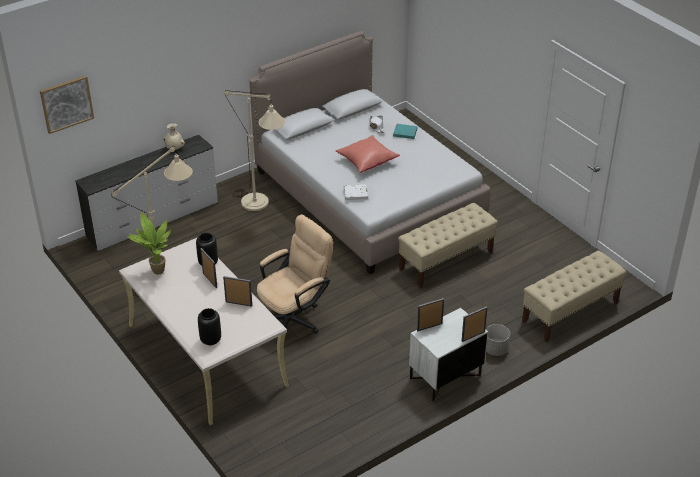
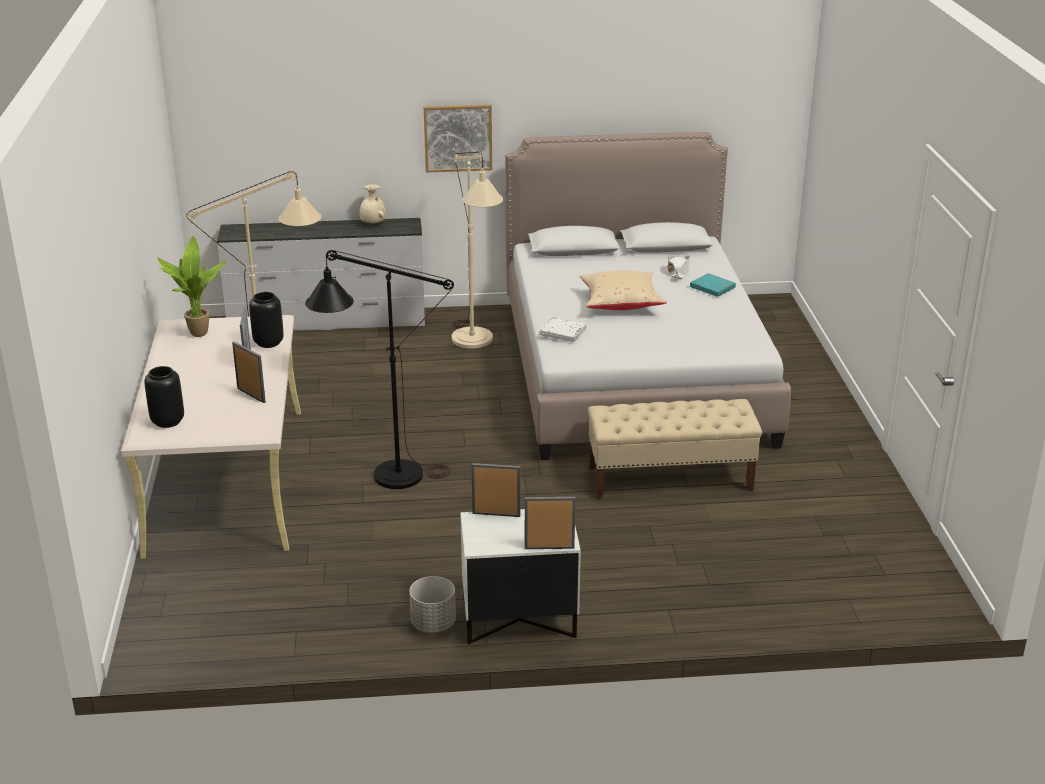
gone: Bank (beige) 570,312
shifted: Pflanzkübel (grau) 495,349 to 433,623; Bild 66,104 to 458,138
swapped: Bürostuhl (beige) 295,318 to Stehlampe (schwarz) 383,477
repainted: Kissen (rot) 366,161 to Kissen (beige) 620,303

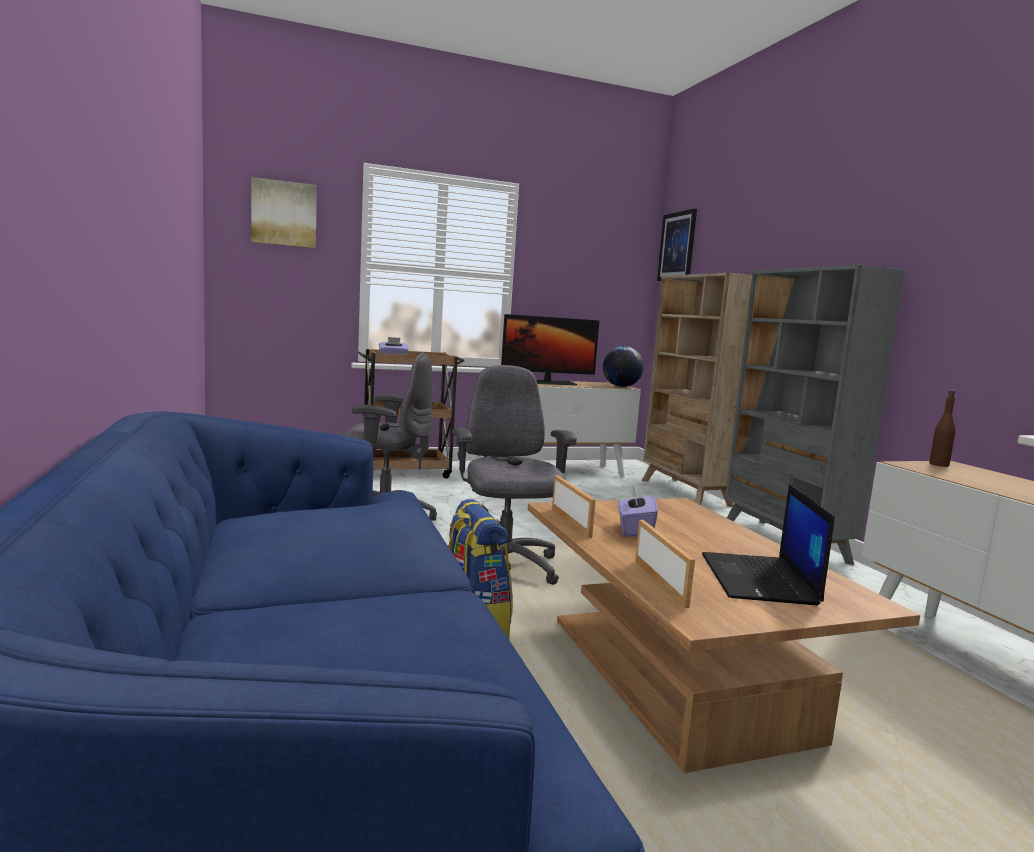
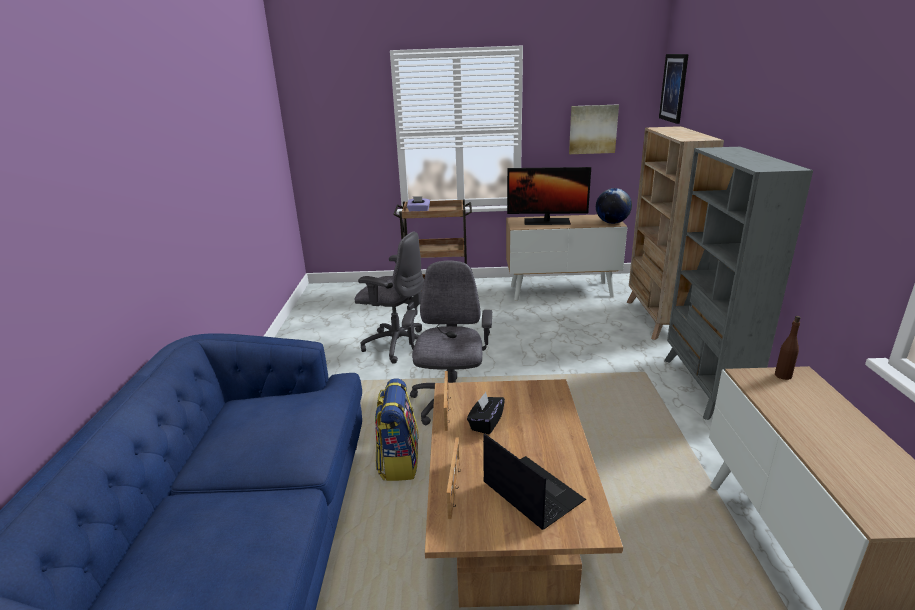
shifted: Bild 284,213 to 592,129
repainted: Taschentuchbox (lila) 634,531 to Taschentuchbox (schwarz) 486,423
rotated: Laptop 760,580 = 531,492 120 degrees clockwise

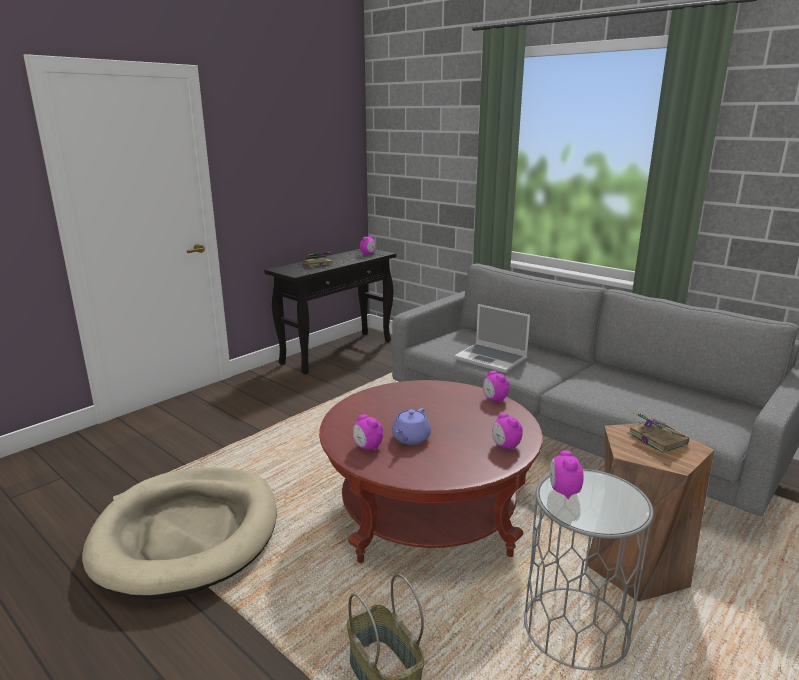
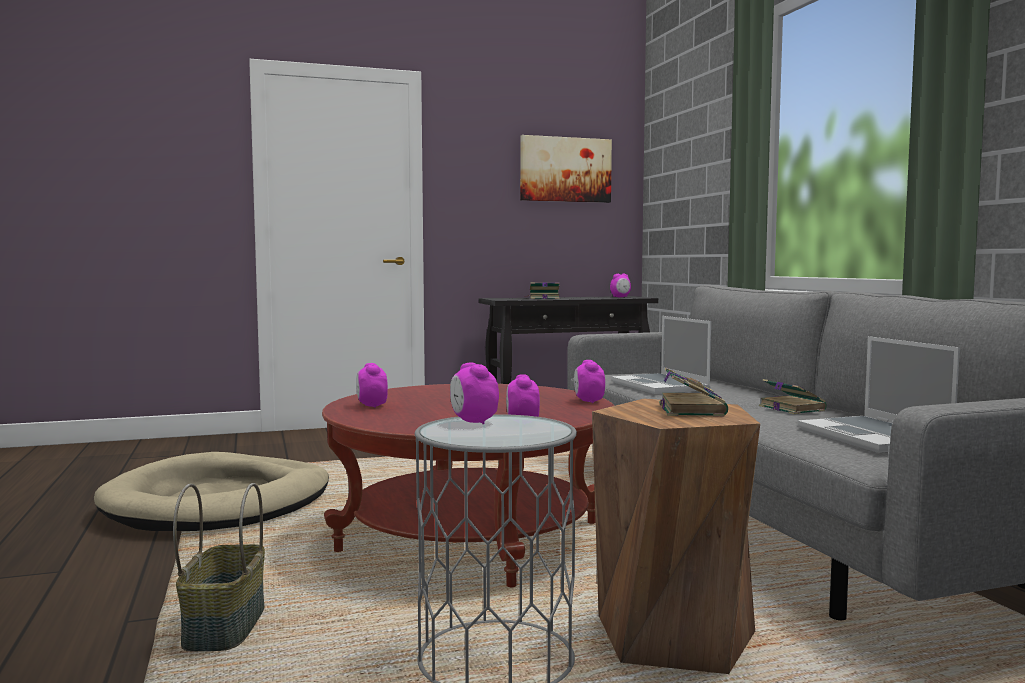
gone: Teekanne (lila) 410,438
new: Bild 565,169; Buch 790,408; Laptop 875,437
rotated: Wecker 563,491 = 473,422 60 degrees counterclockwise

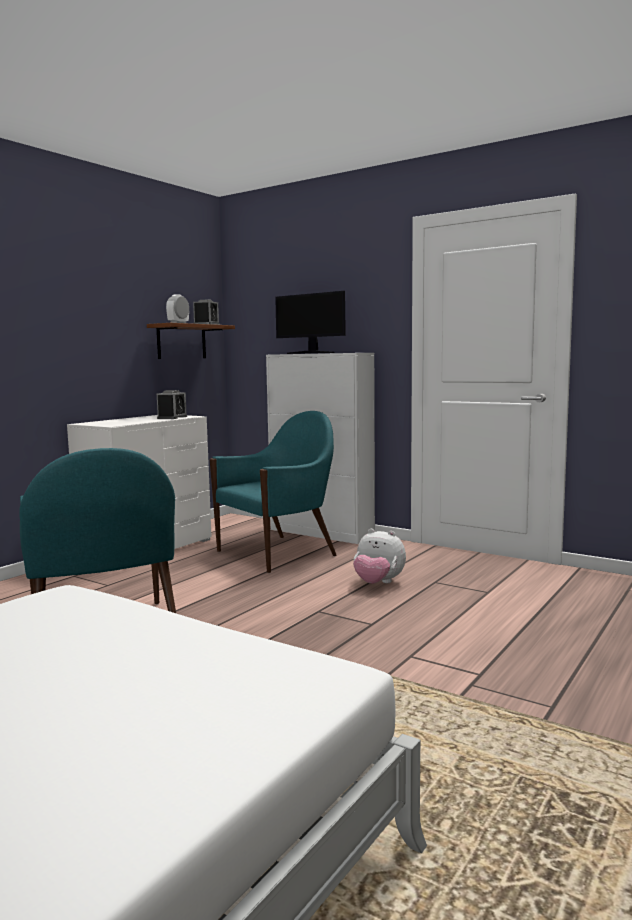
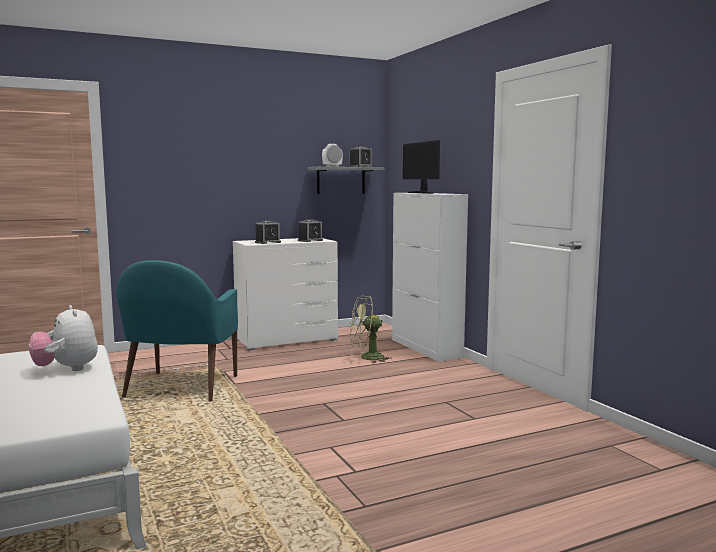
new: Wecker 268,242
shifted: Plüschtier 378,583 to 66,369
swapped: Sessel (türkis) 278,553 to Ventilator (grün) 367,358
repainted: Wandregal (braun) 181,342 to Wandregal (grau) 341,180

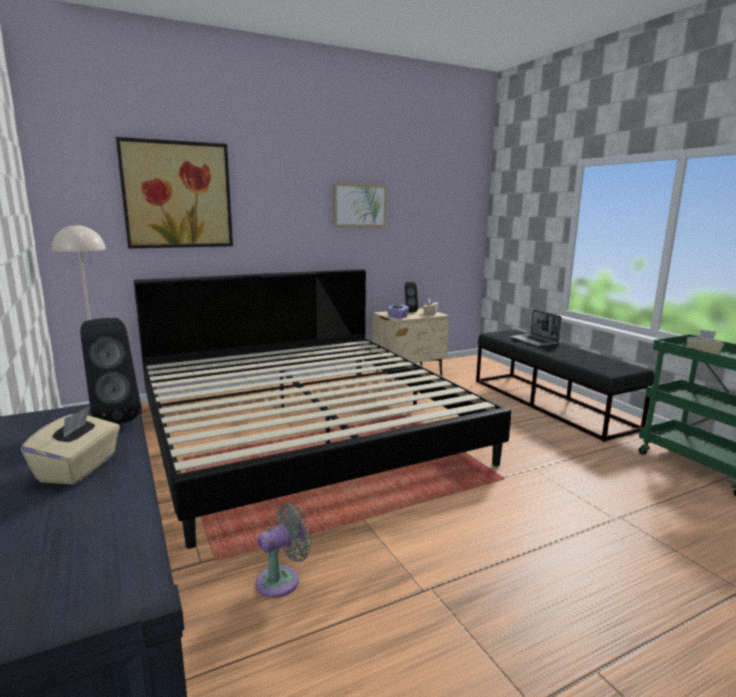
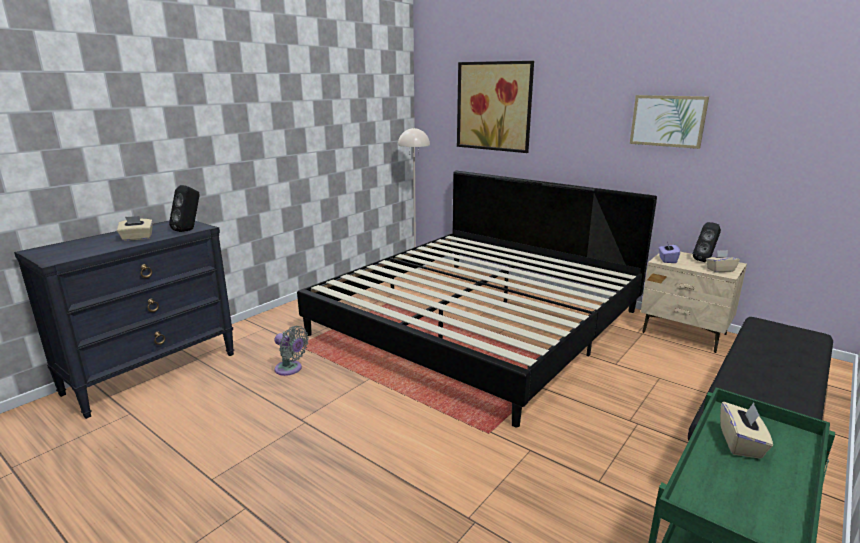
gone: Laptop 534,341

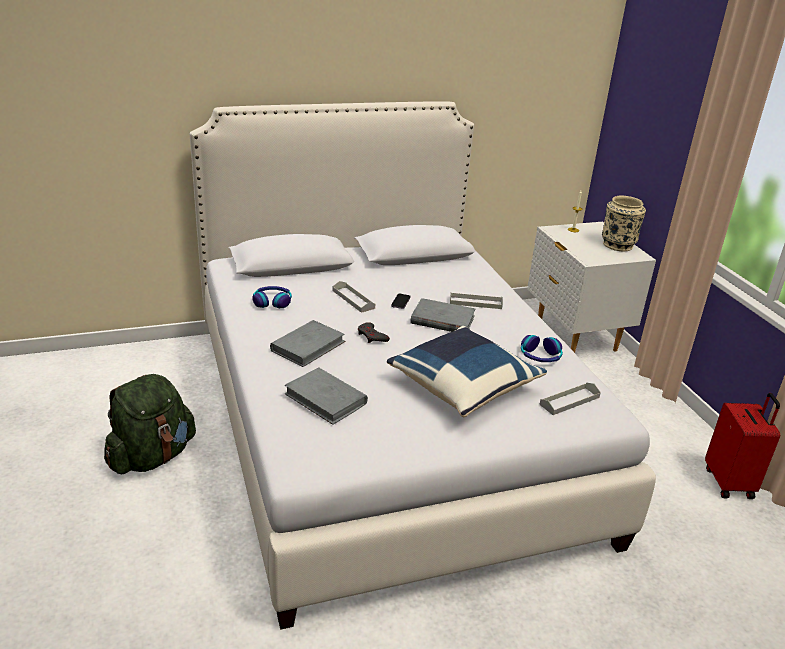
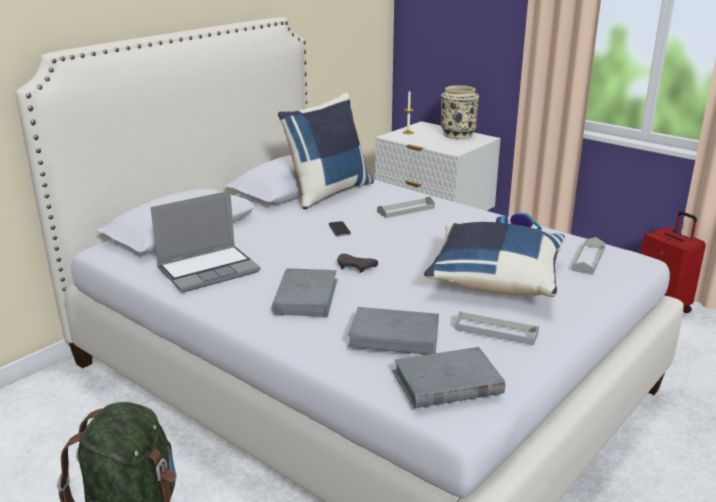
new: Kissen (blau) 328,192
shifted: Buch (grau) 442,320 to 447,383; Tablett (grau) 353,299 to 496,331
swapped: Kopfhörer 272,302 to Laptop 209,269

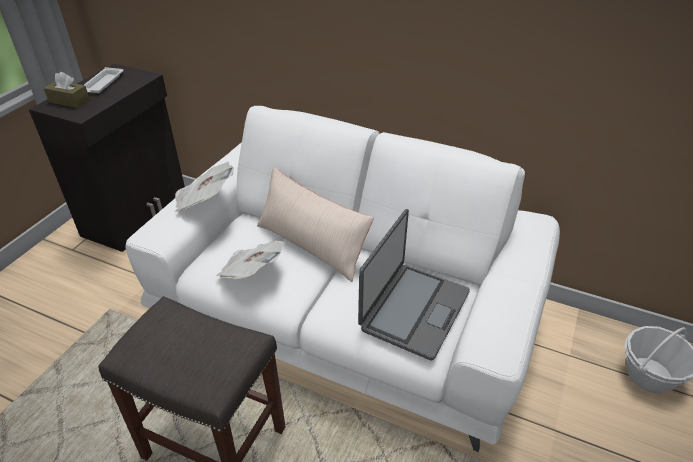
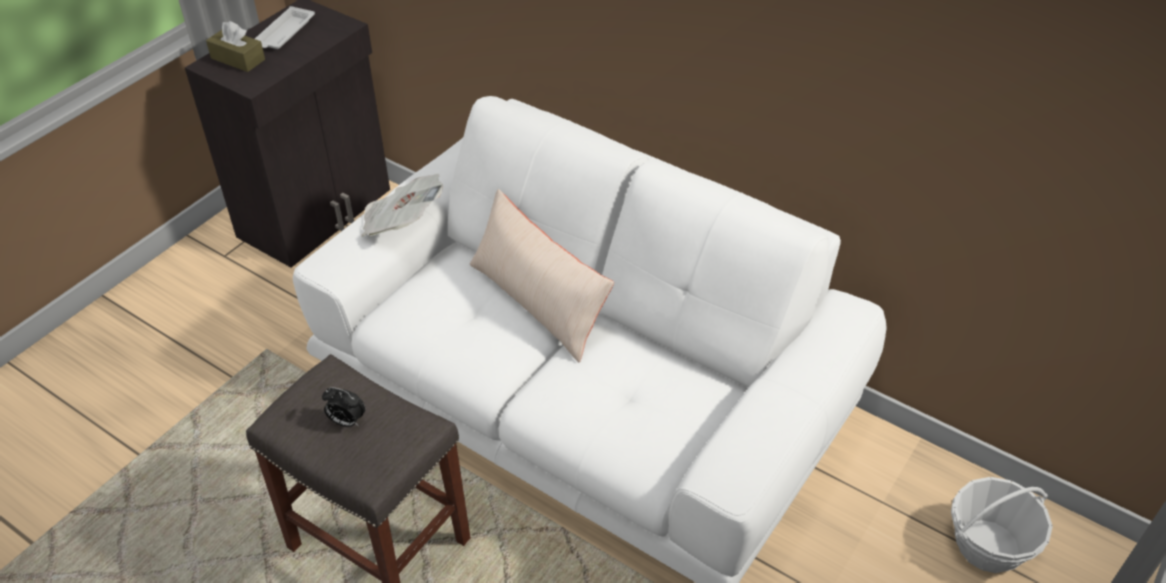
gone: Zeitung 252,272; Laptop 413,310
new: Wecker 346,421

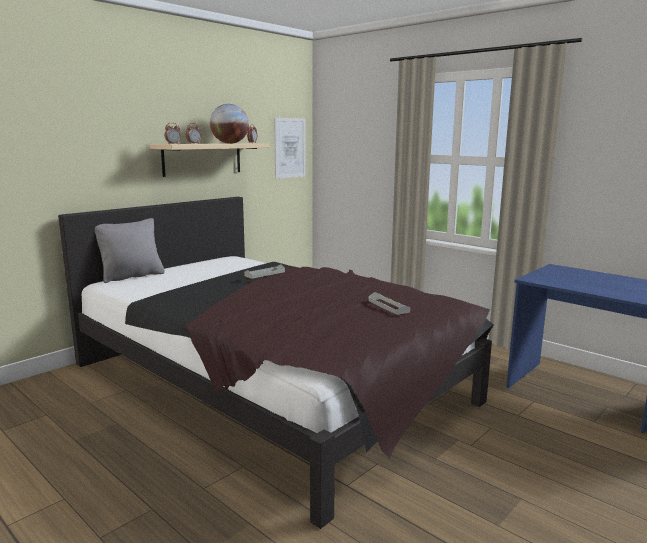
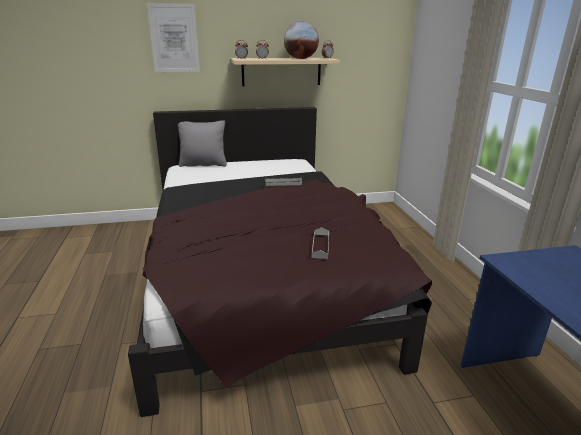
shifted: Bild 290,148 to 174,38

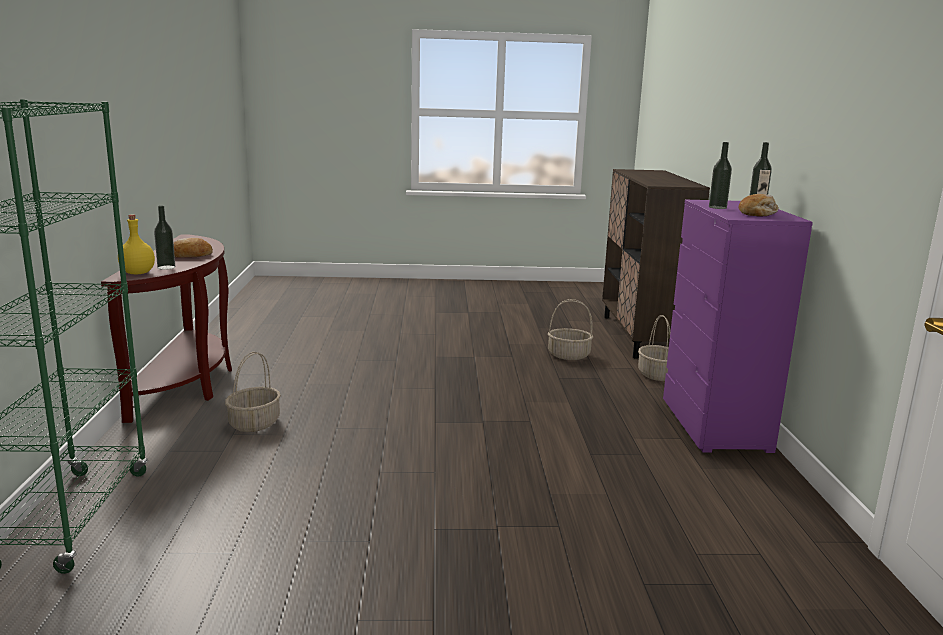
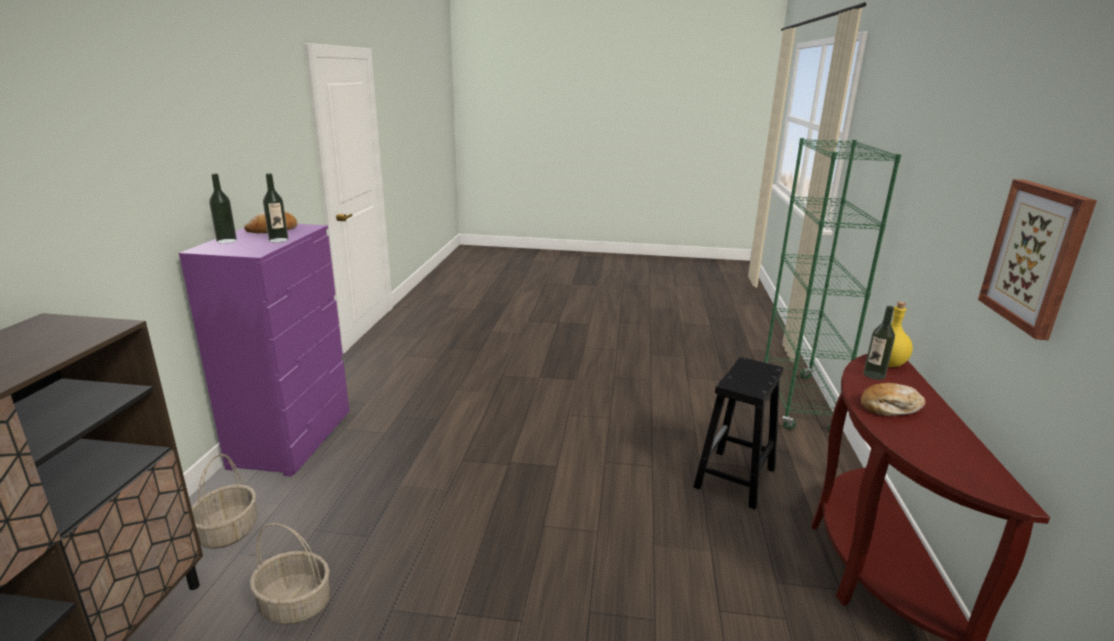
new: Bild 1036,256
swapped: Korb 254,423 to Hocker (schwarz) 735,479

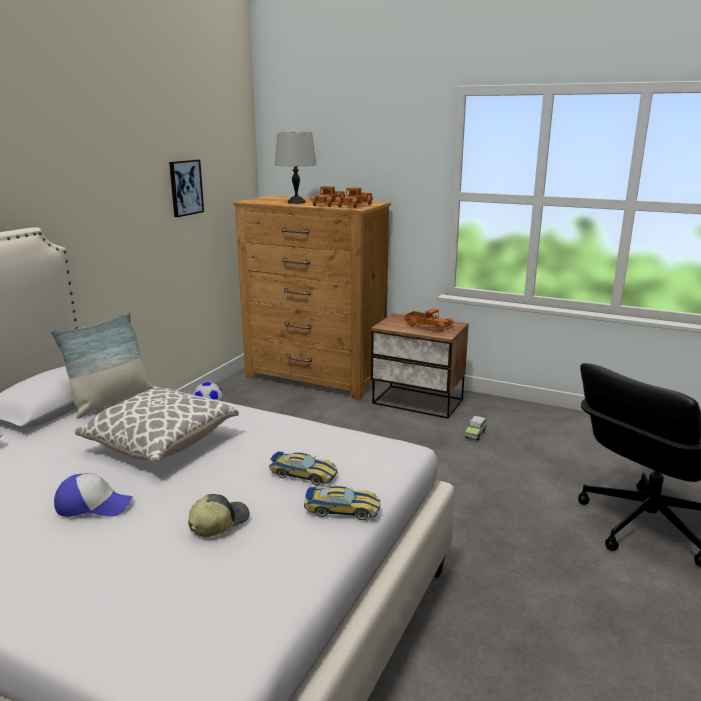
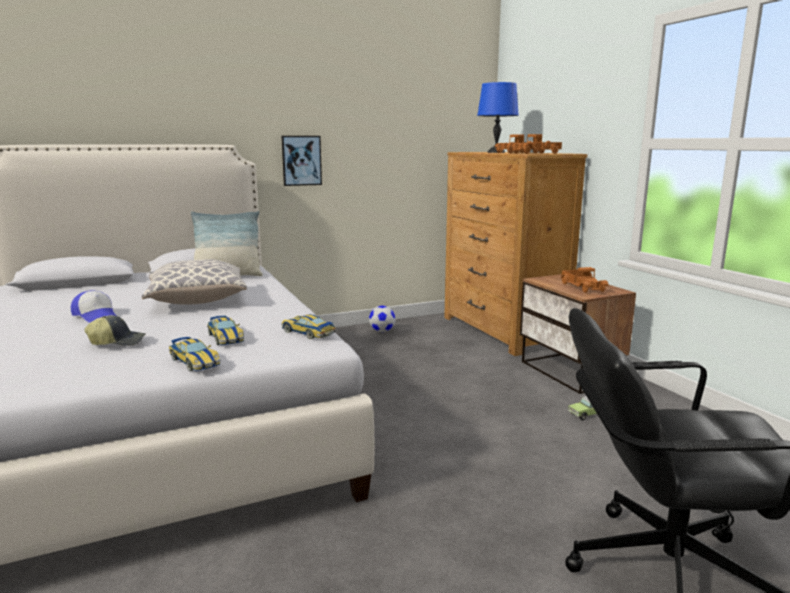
new: Spielzeugauto 308,332
shifted: Bild 185,187 to 301,160
repainted: Tischlampe (grau) 296,202 to Tischlampe (blau) 496,152

